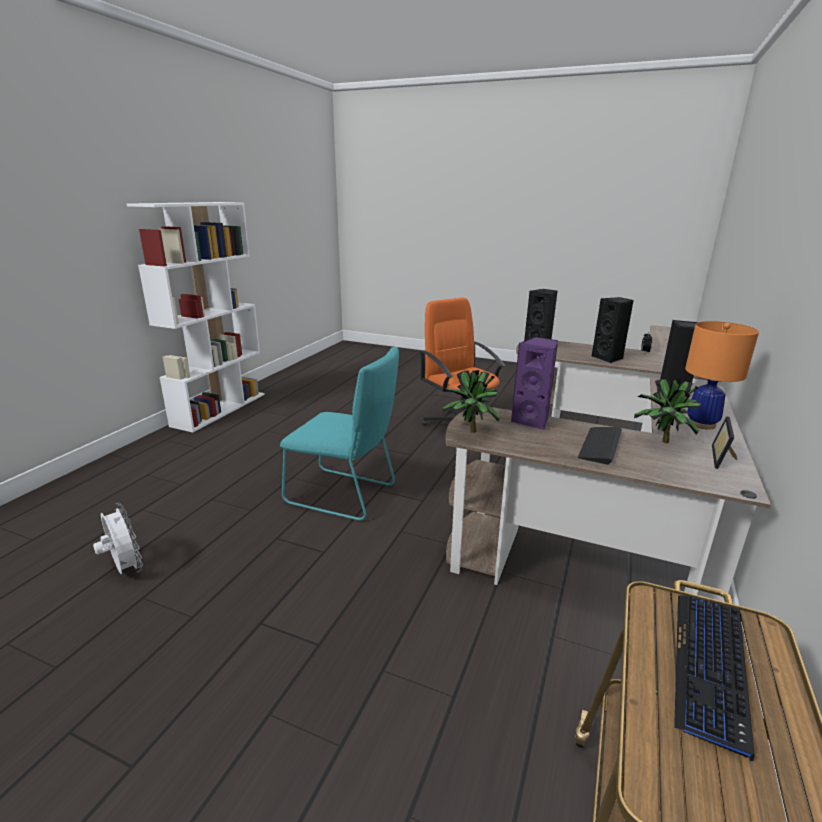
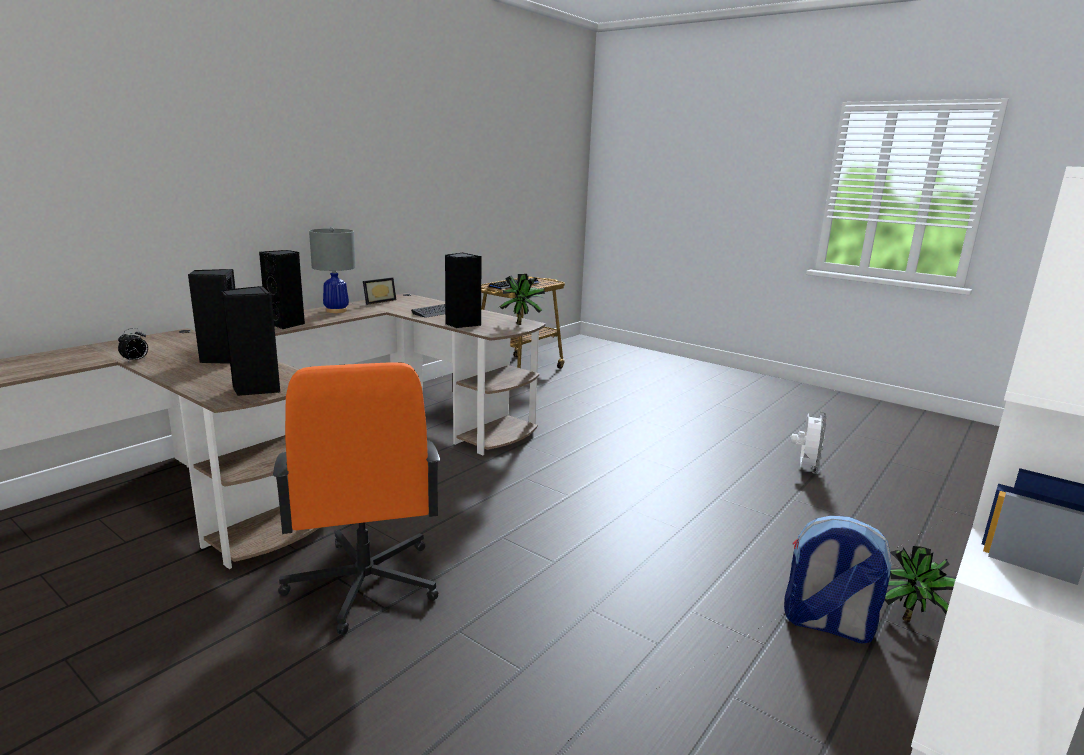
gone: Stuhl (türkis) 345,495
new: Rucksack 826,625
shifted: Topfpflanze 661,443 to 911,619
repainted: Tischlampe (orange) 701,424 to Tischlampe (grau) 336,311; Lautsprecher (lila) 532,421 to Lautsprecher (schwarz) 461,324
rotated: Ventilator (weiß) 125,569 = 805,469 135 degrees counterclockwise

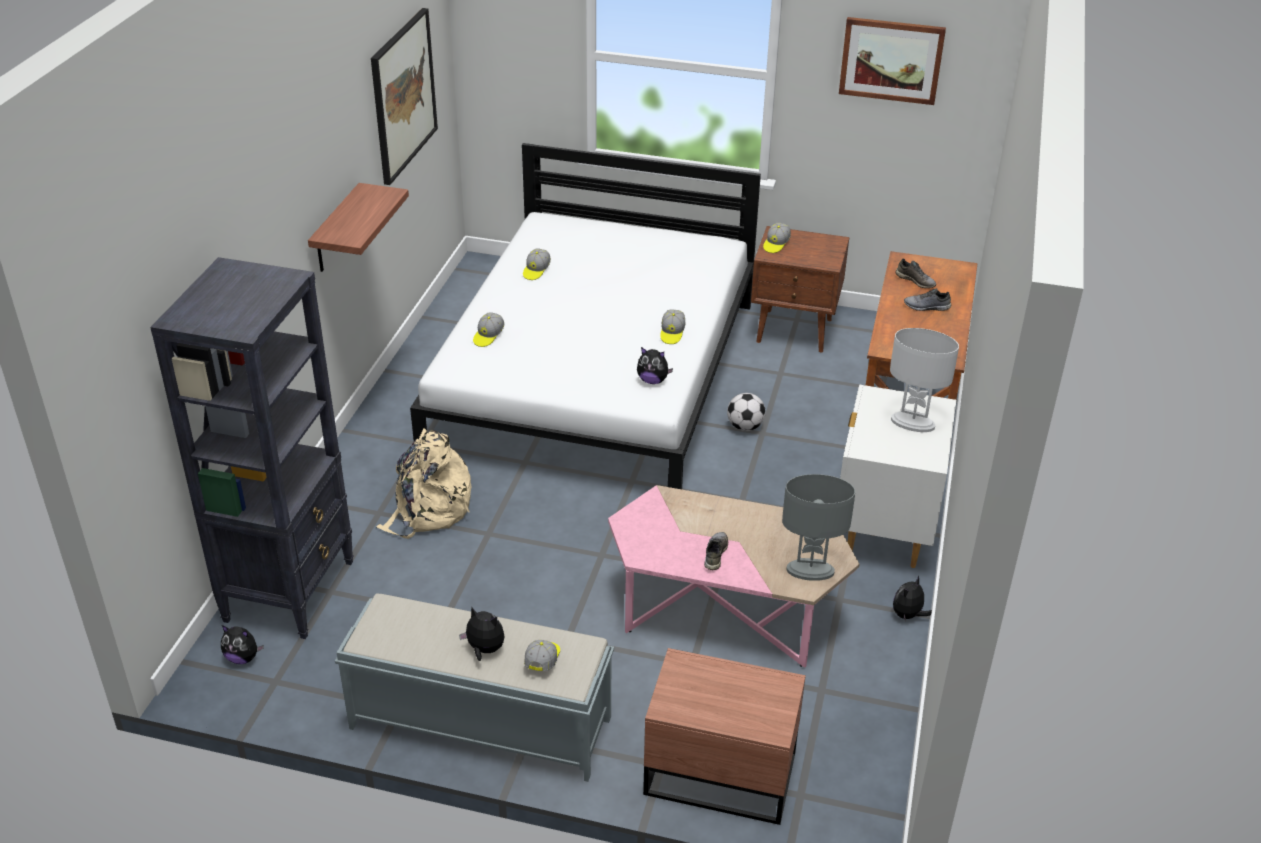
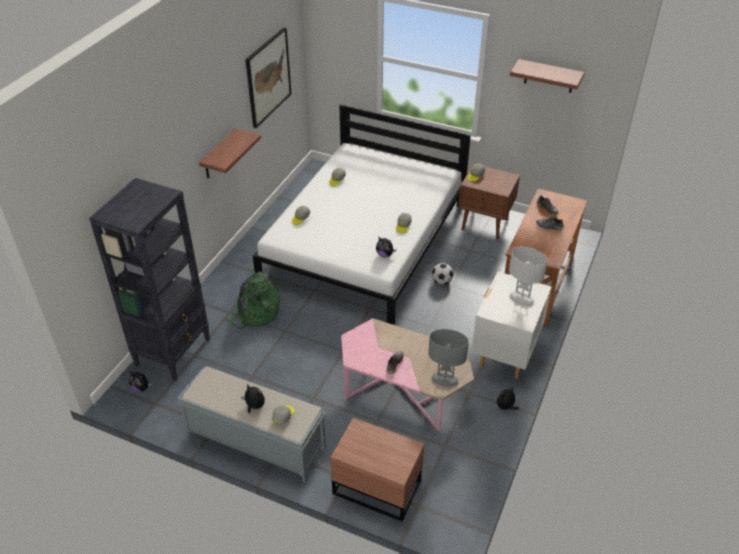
swapped: Bild 891,60 to Wandregal 549,76
repainted: Rucksack (beige) 428,510 to Rucksack (grün) 256,313

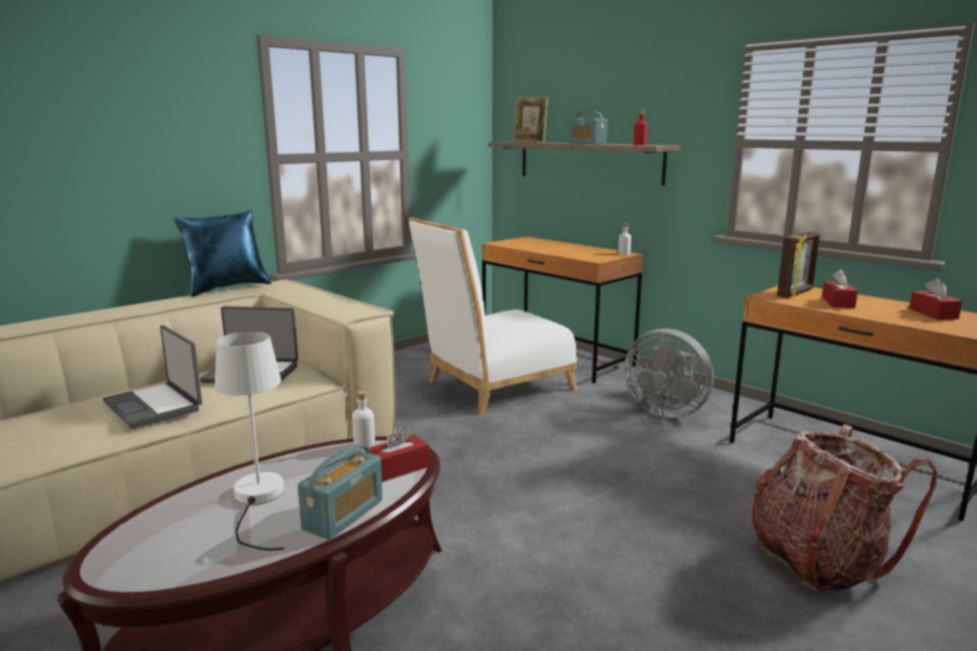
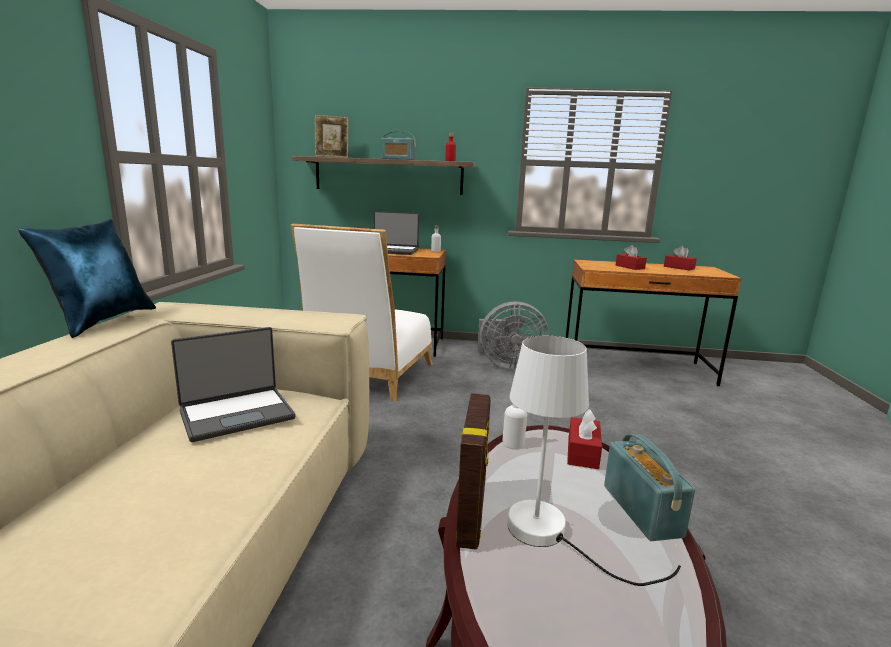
gone: Rucksack 819,560
shifted: Laptop 155,406 to 392,251; Bilderrahmen 796,293 to 472,513

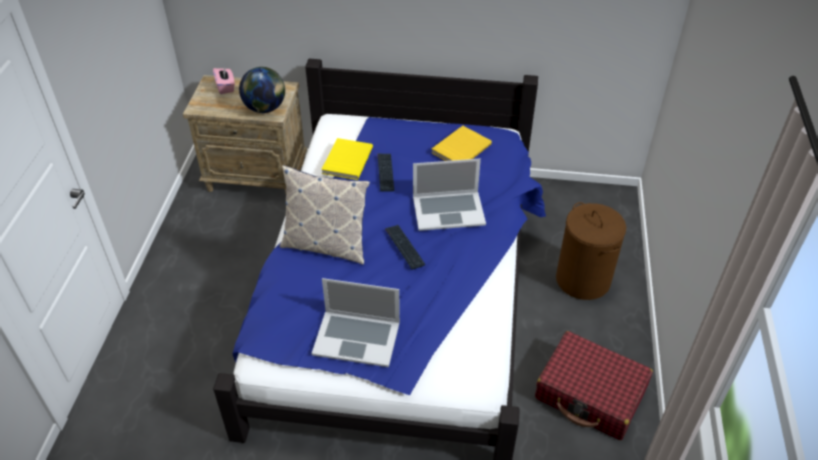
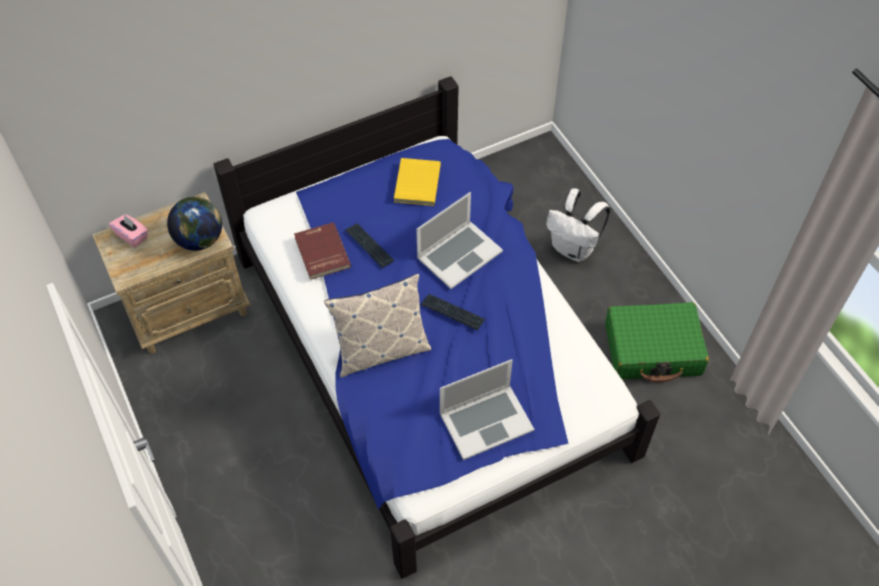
swapped: Wäschekorb (braun) 583,280 to Rucksack (weiß) 573,249
repainted: Buch (gelb) 346,160 to Buch (rot) 321,252; Koffer (rot) 590,394 to Koffer (grün) 653,349

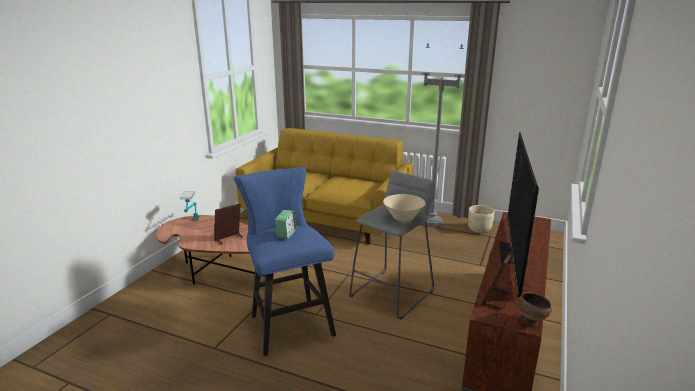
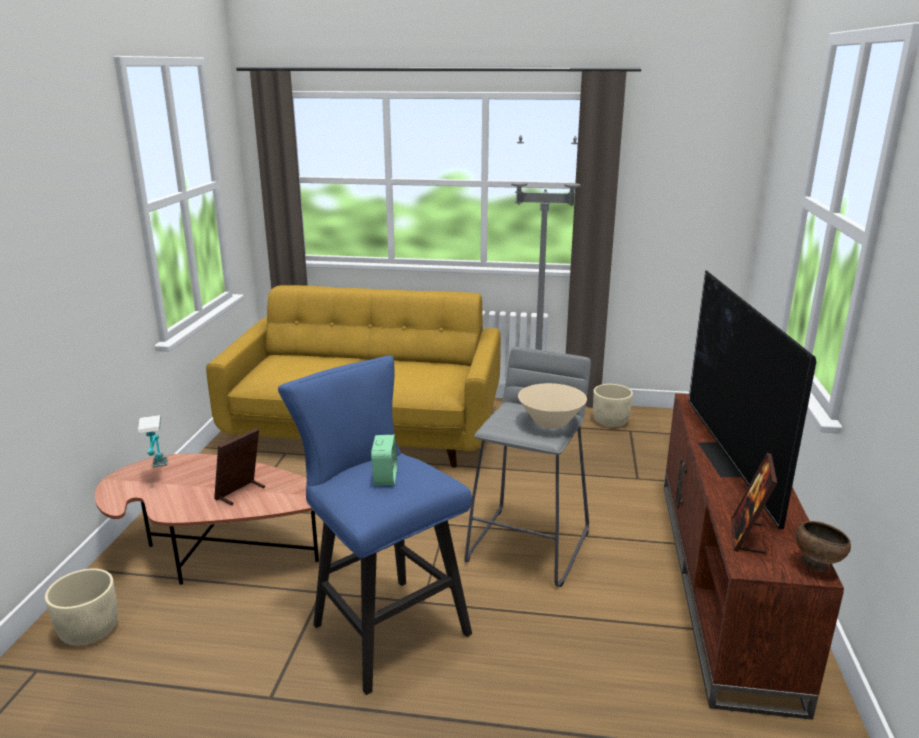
new: Pflanzkübel (beige) 89,630

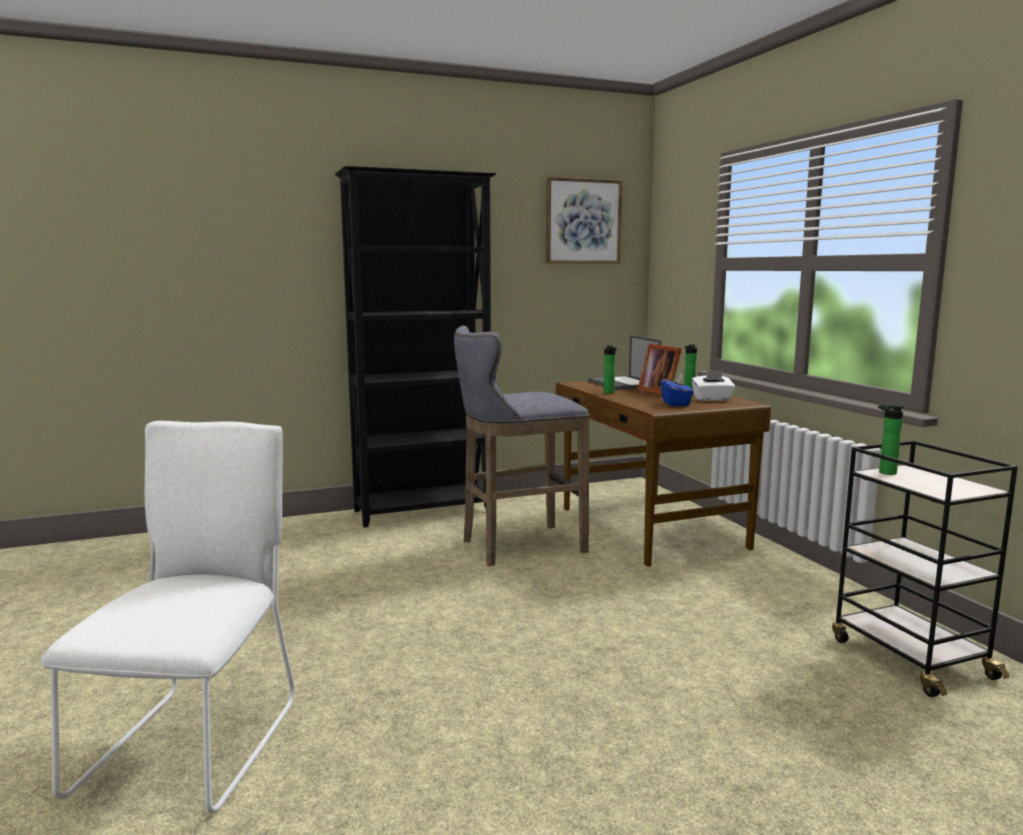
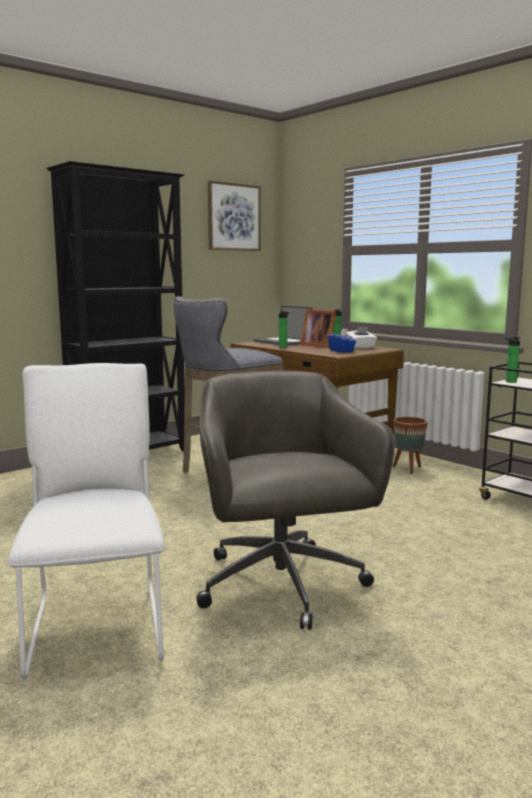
new: Bürostuhl (grau) 282,586; Pflanzkübel (braun) 408,469

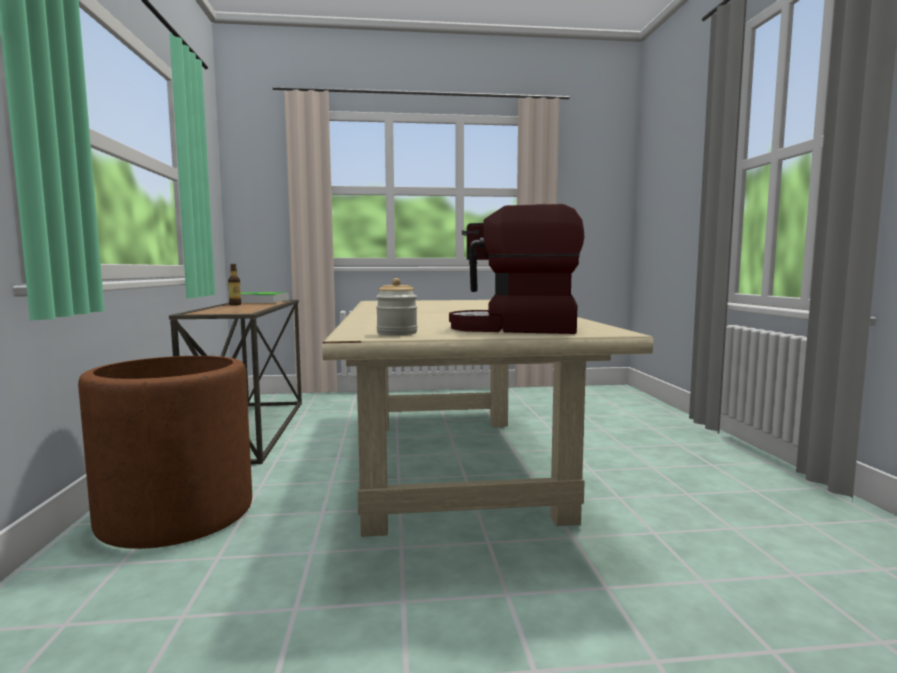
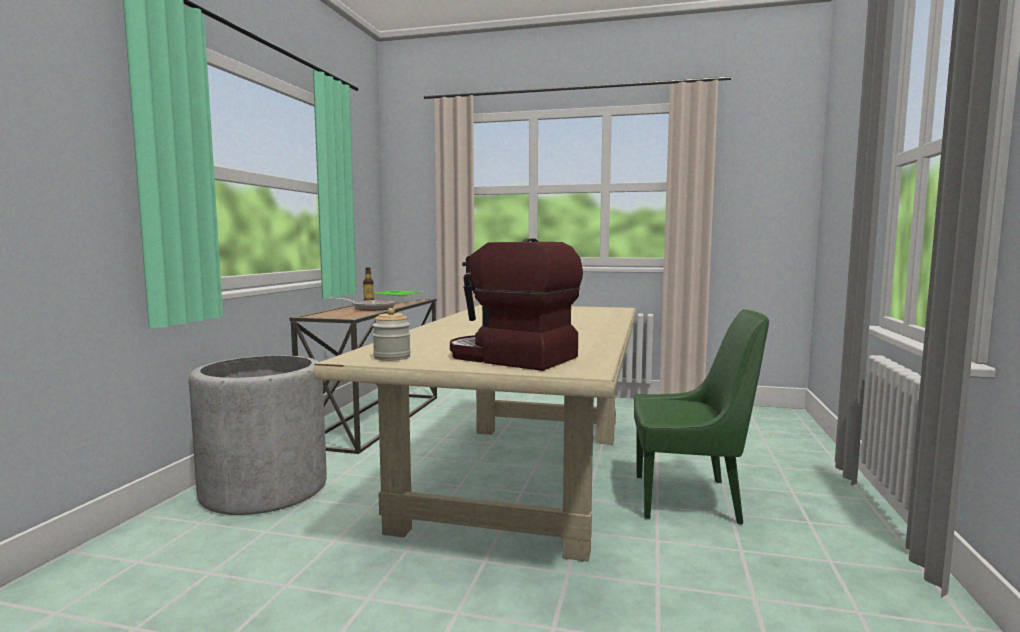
new: Pfanne 369,308; Stuhl (grün) 690,499
repainted: Pflanzkübel (braun) 176,514 to Pflanzkübel (grau) 264,489

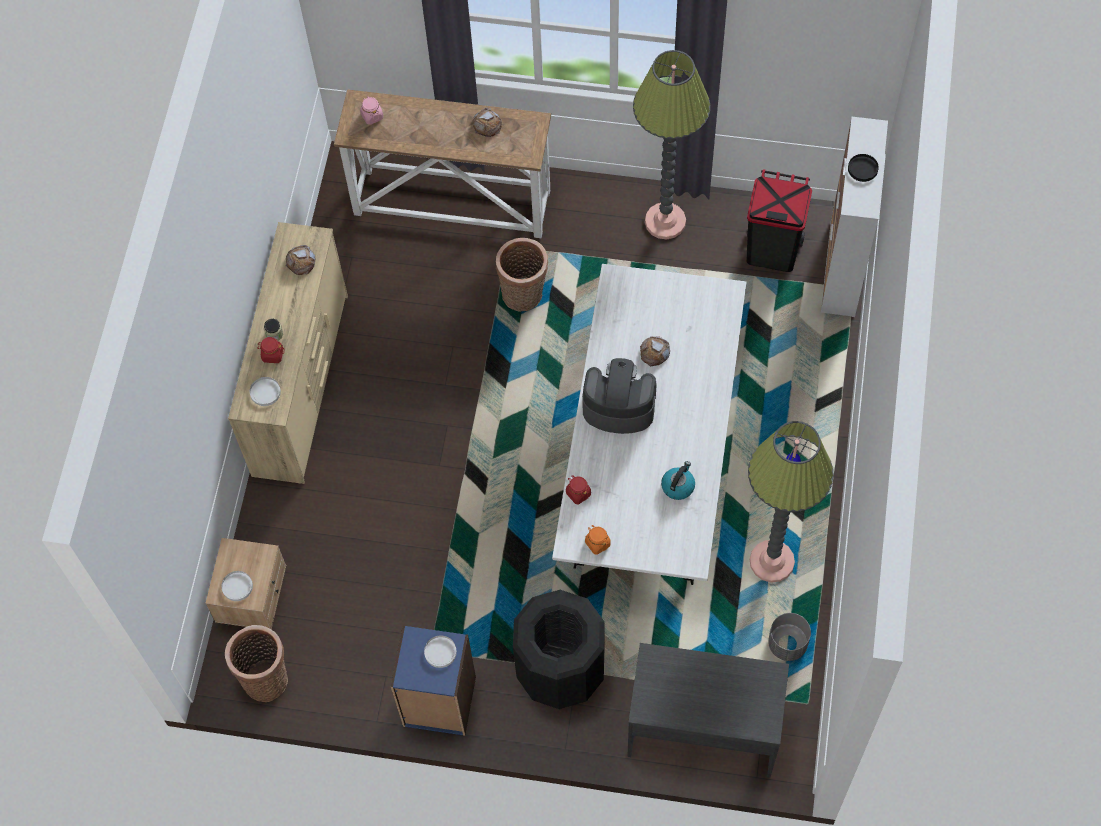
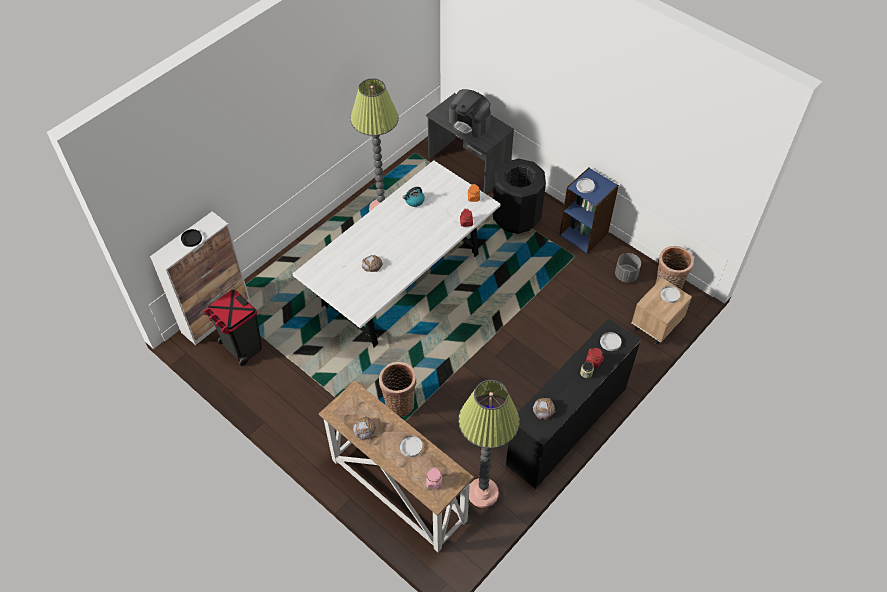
new: Teller (weiß) 411,447
shifted: Kaffeemaschine 618,406 to 470,123; Stehlampe 665,221 to 482,493; Pflanzkübel (grau) 787,644 to 626,275
repainted: Kommode (beige) 302,384 to Kommode (schwarz) 566,426

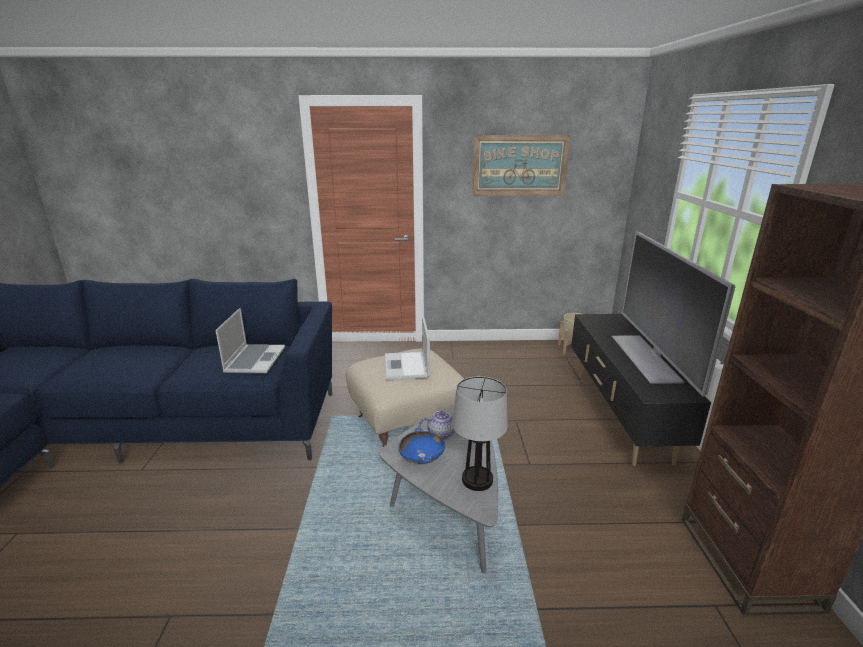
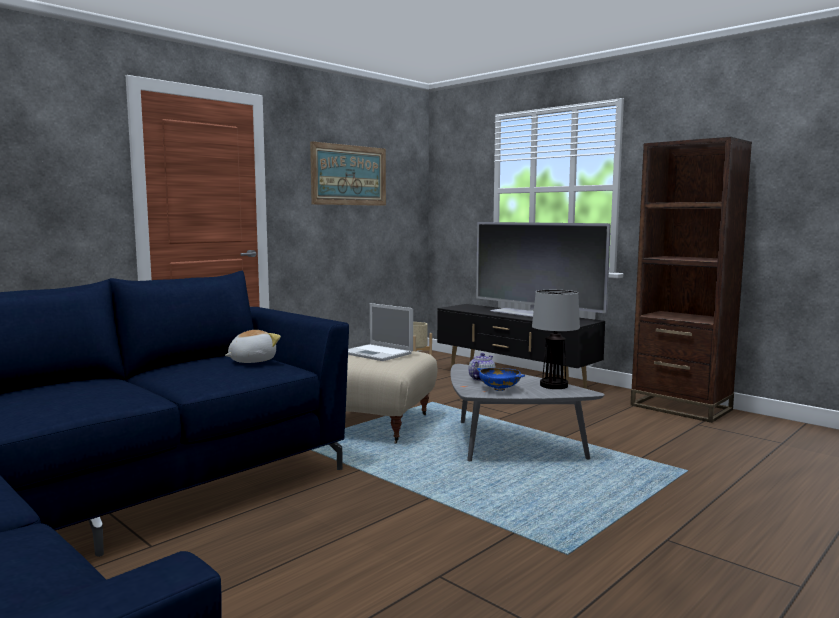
swapped: Laptop 255,360 to Plüschtier 251,361

